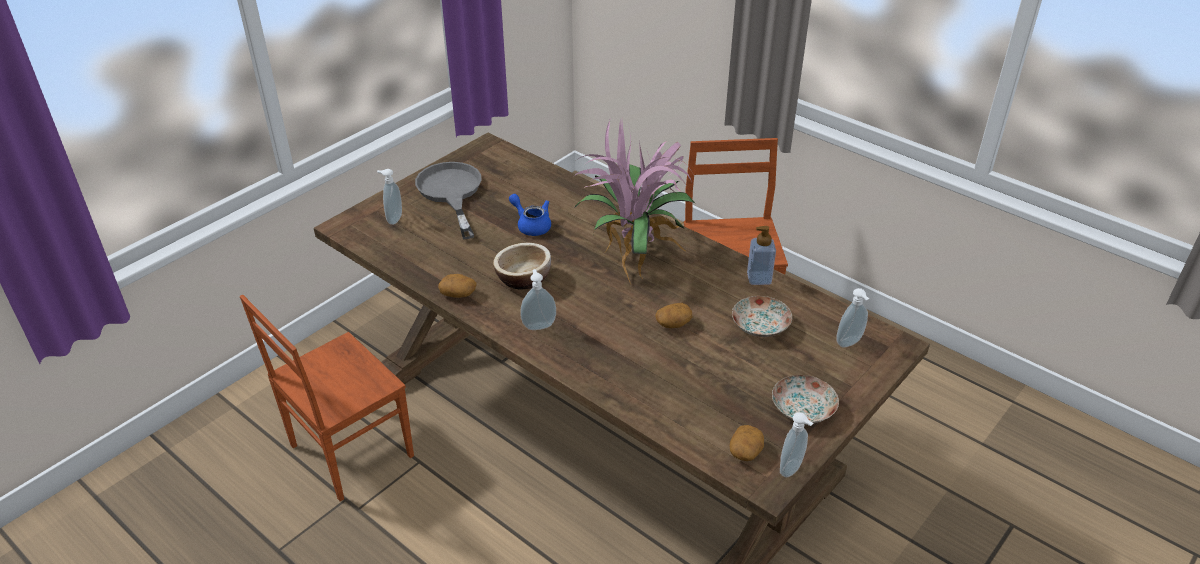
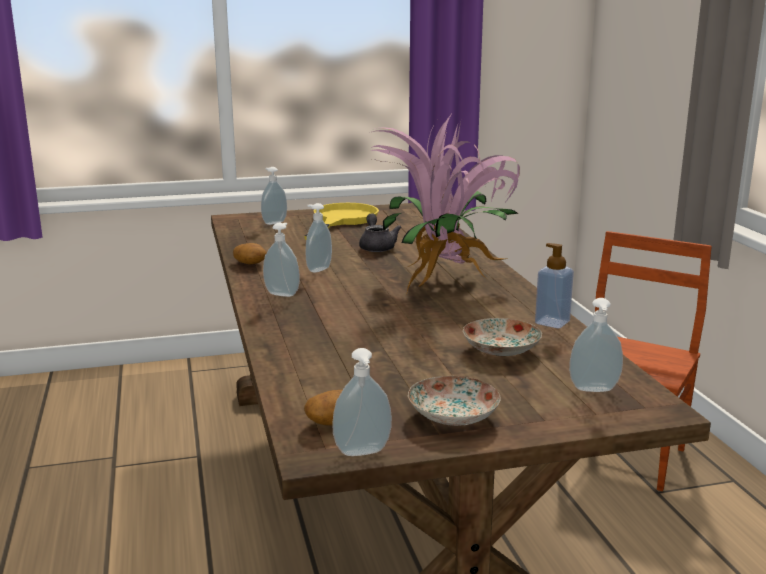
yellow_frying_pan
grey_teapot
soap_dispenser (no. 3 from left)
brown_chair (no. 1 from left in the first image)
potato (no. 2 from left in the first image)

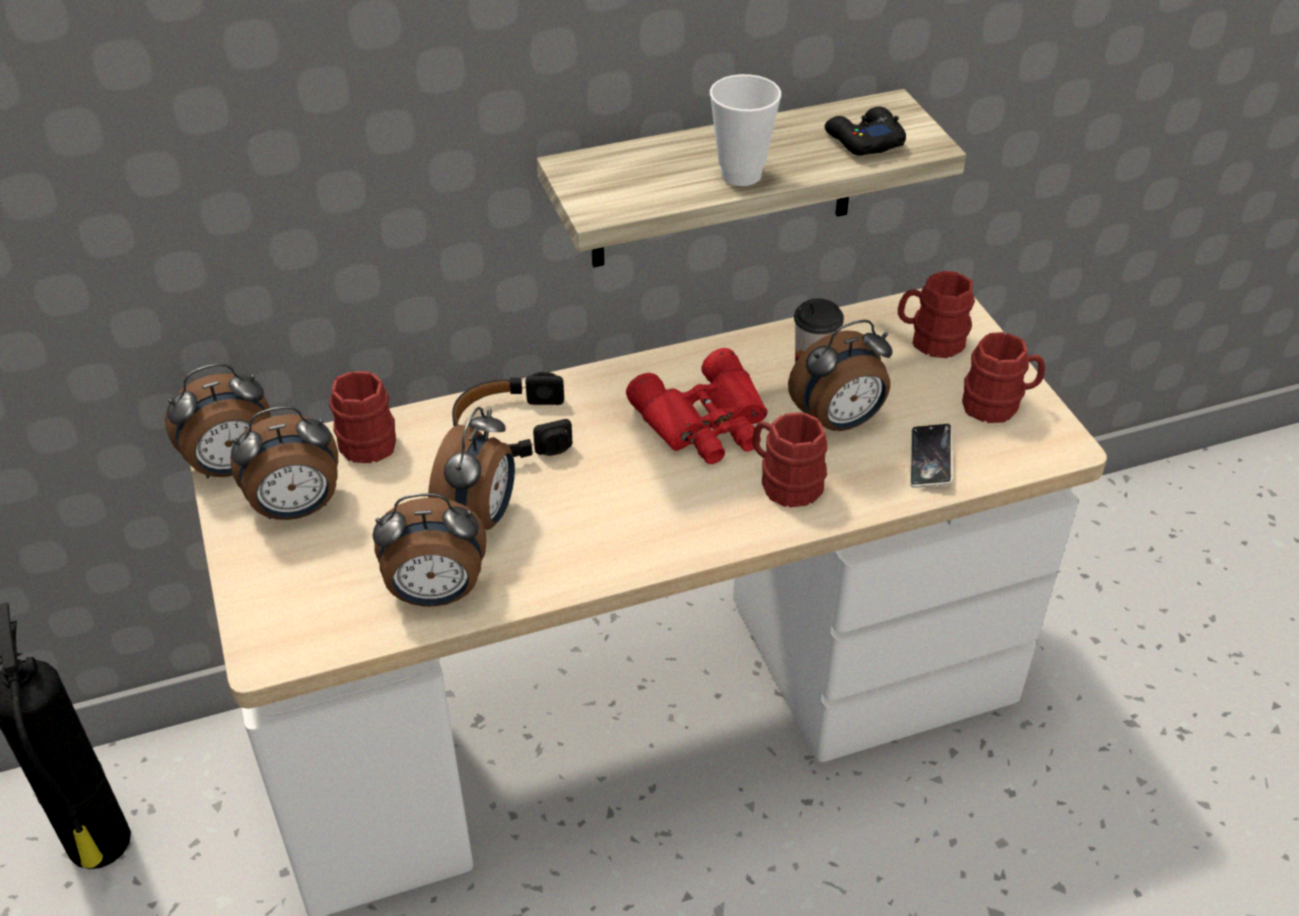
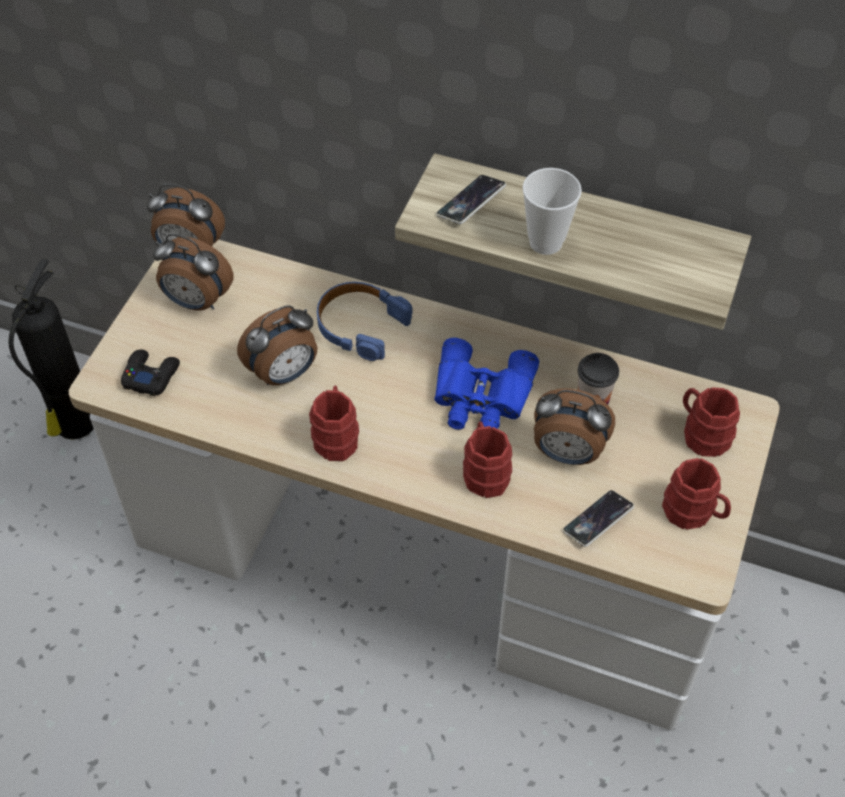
black_game_controller
blue_binoculars
red_mug (no. 1 from left)
blue_headphones
alarm_clock (no. 3 from left in the first image)
phone (no. 1 from left)

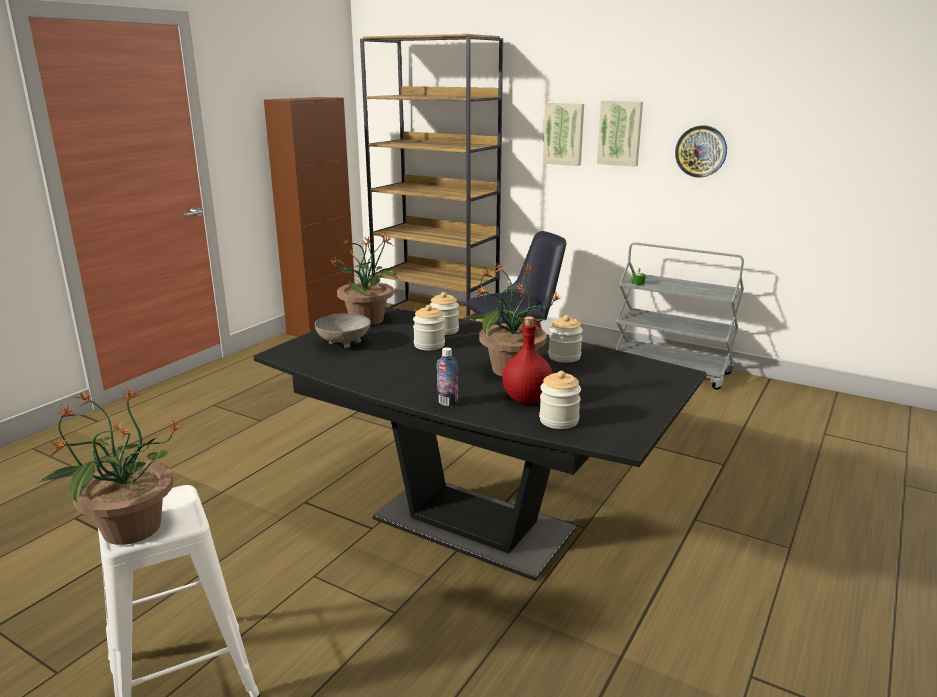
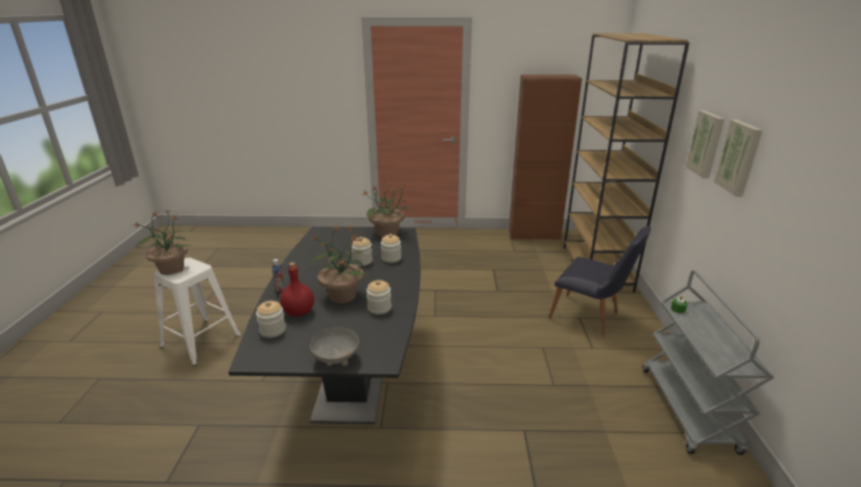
wall_clock
grey_bowl

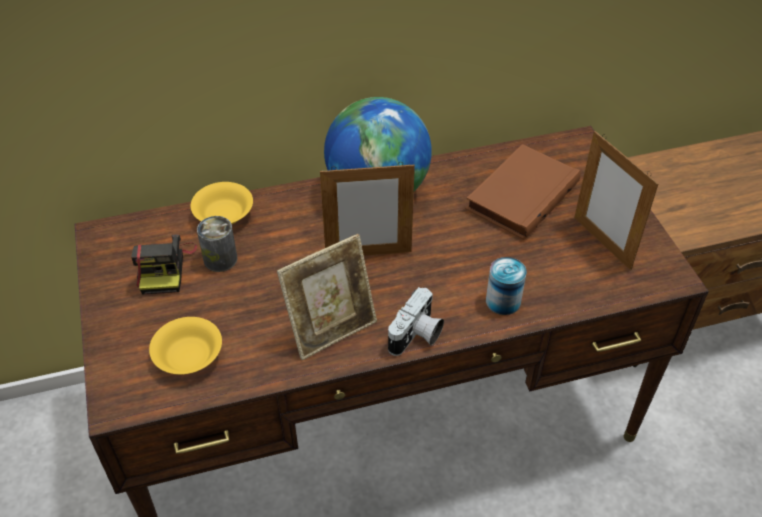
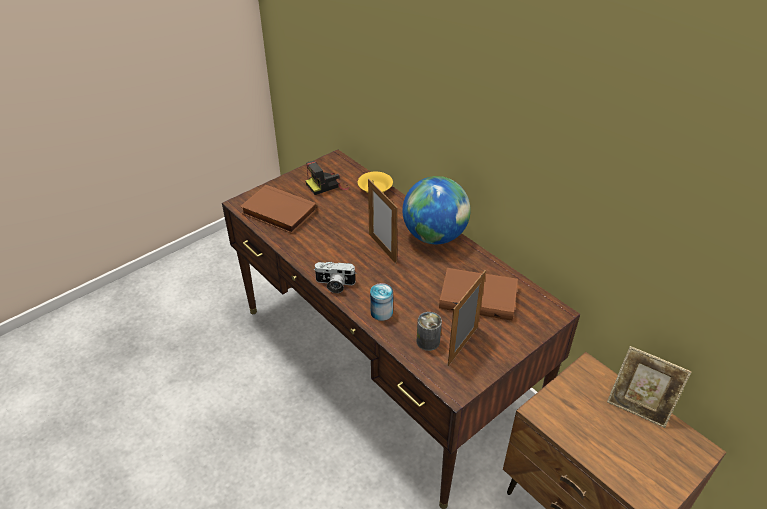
can (no. 2 from left)
picture_frame (no. 3 from left)
brown_book (no. 1 from left)

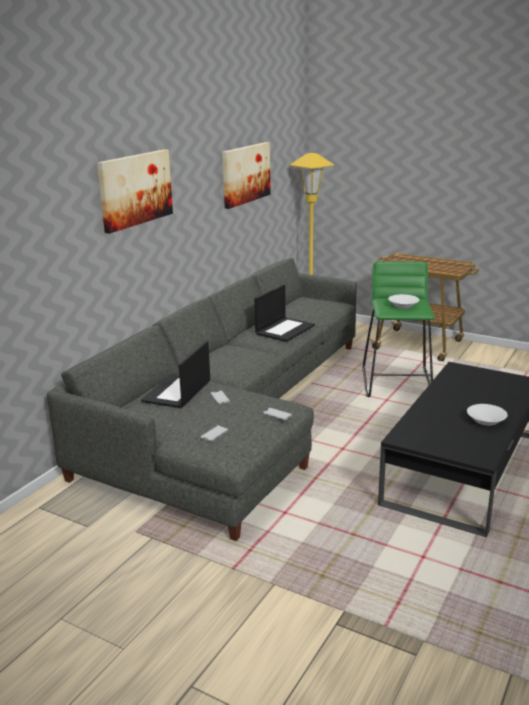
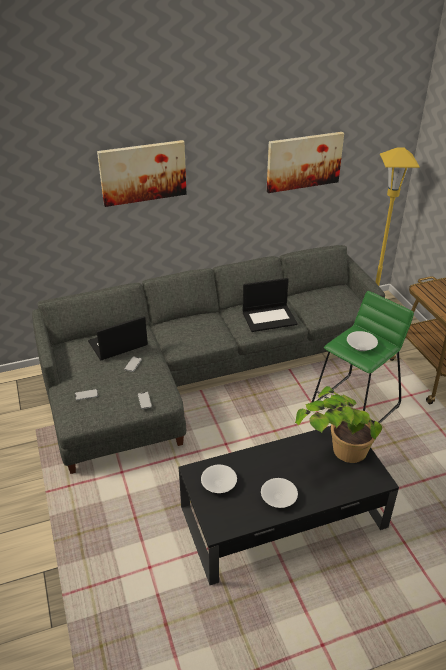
potted_plant
white_bowl (no. 1 from left)

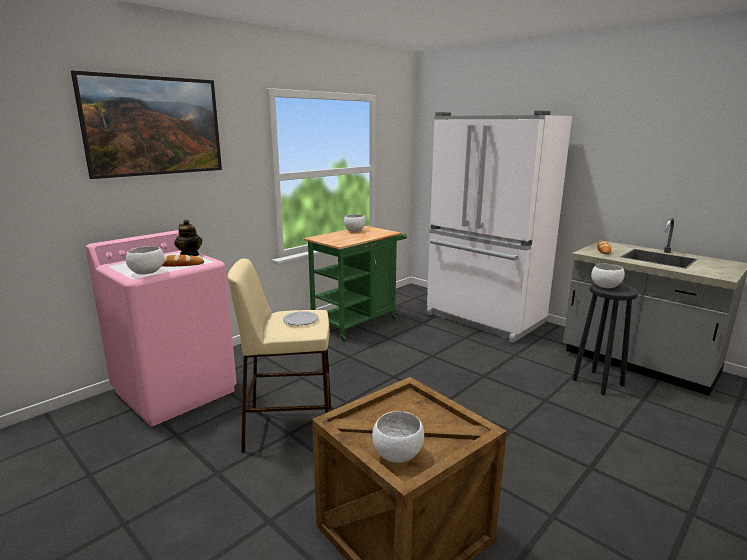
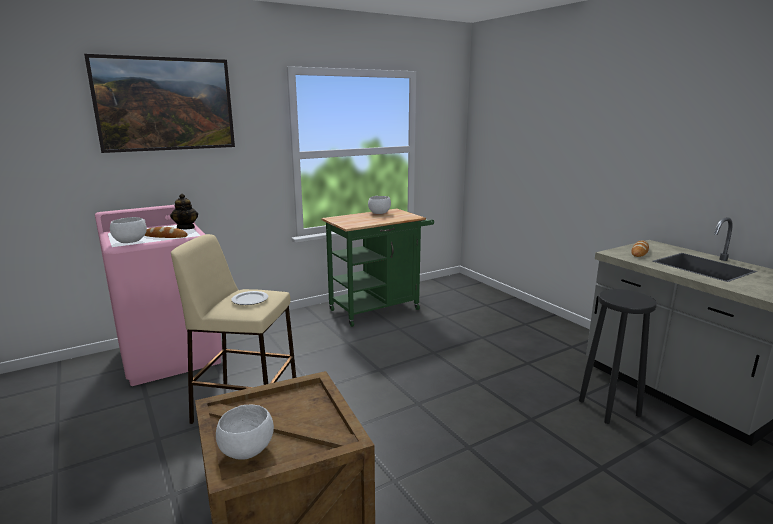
white_fridge
white_bowl (no. 4 from left in the first image)

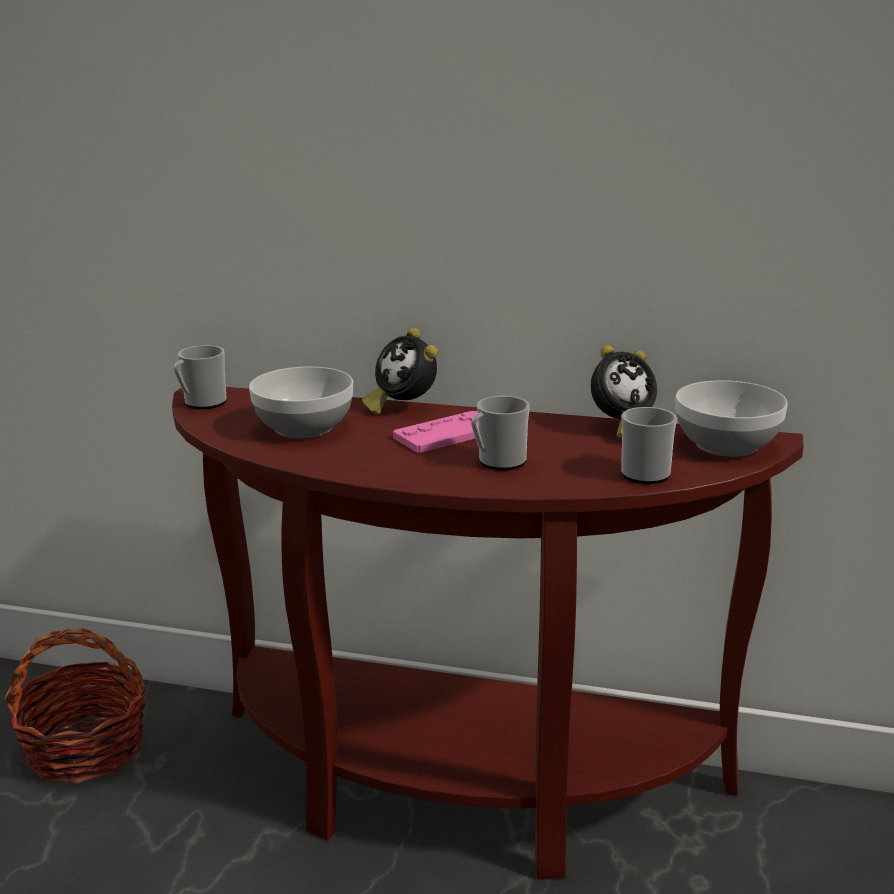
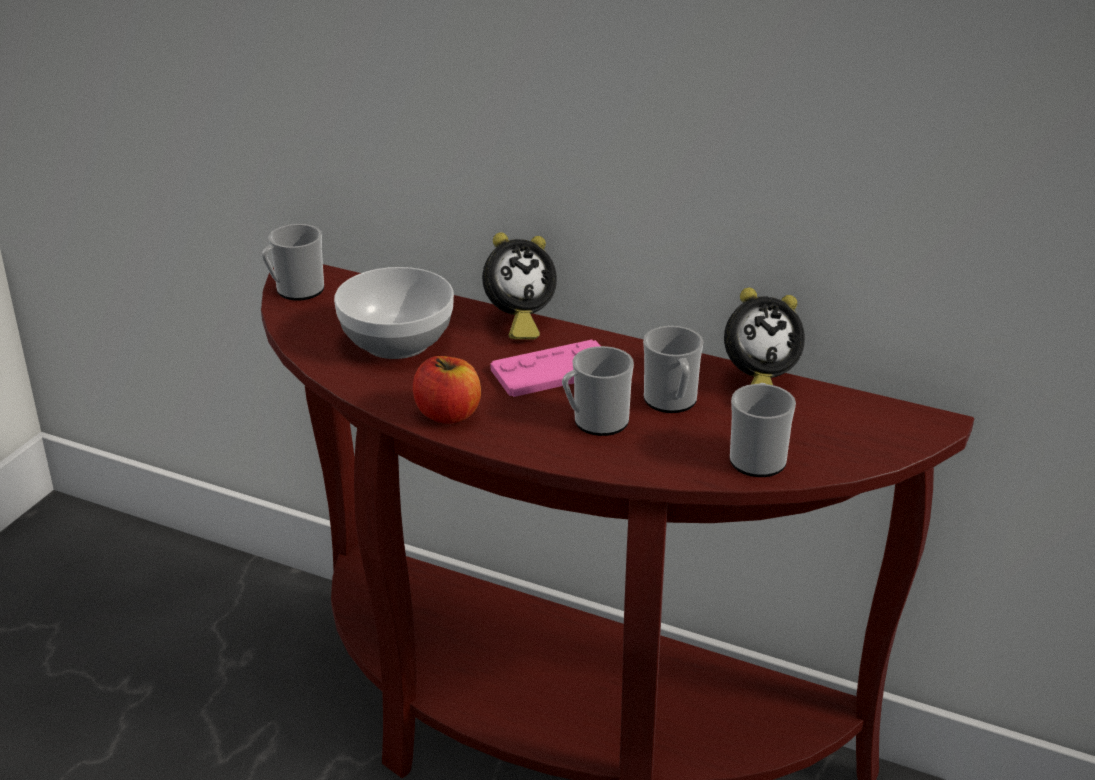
alarm_clock (no. 1 from left)
bowl (no. 2 from left in the first image)
basket
mug (no. 3 from left)
apple

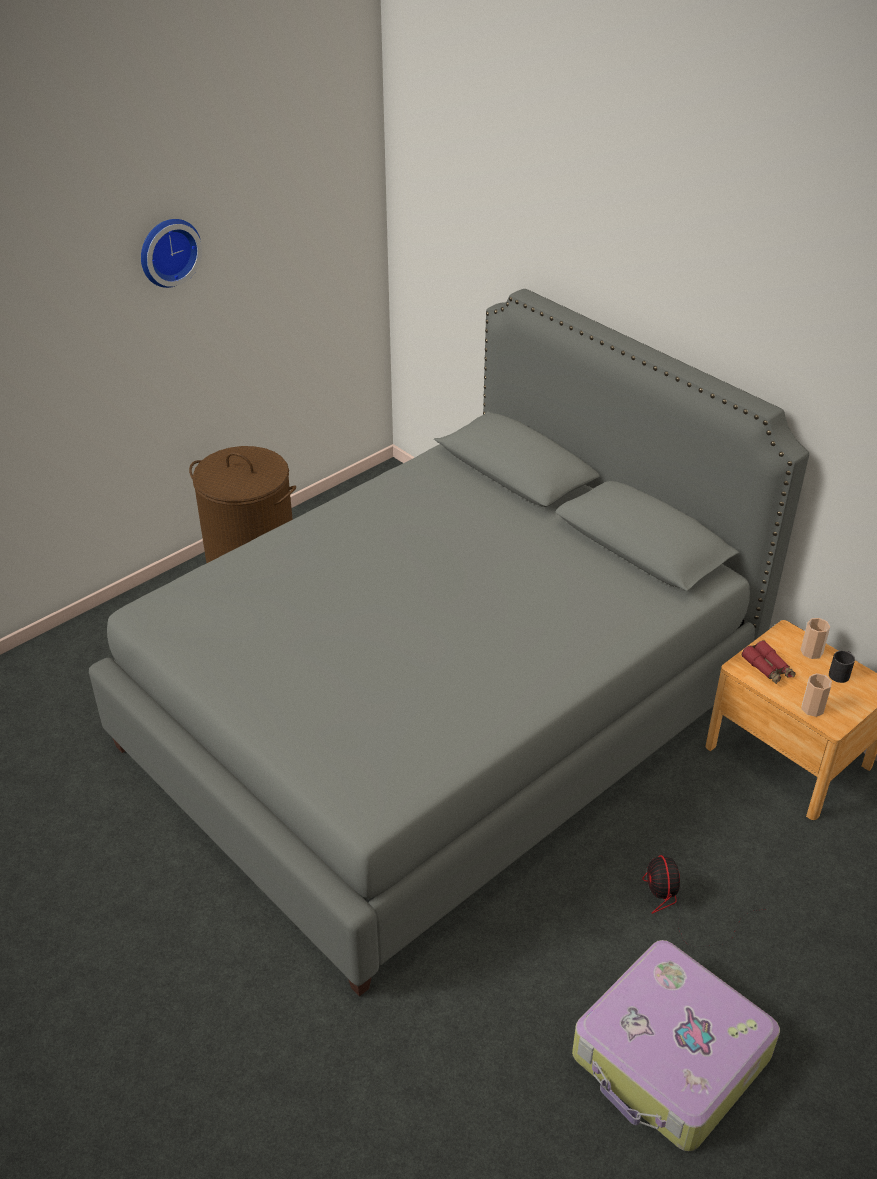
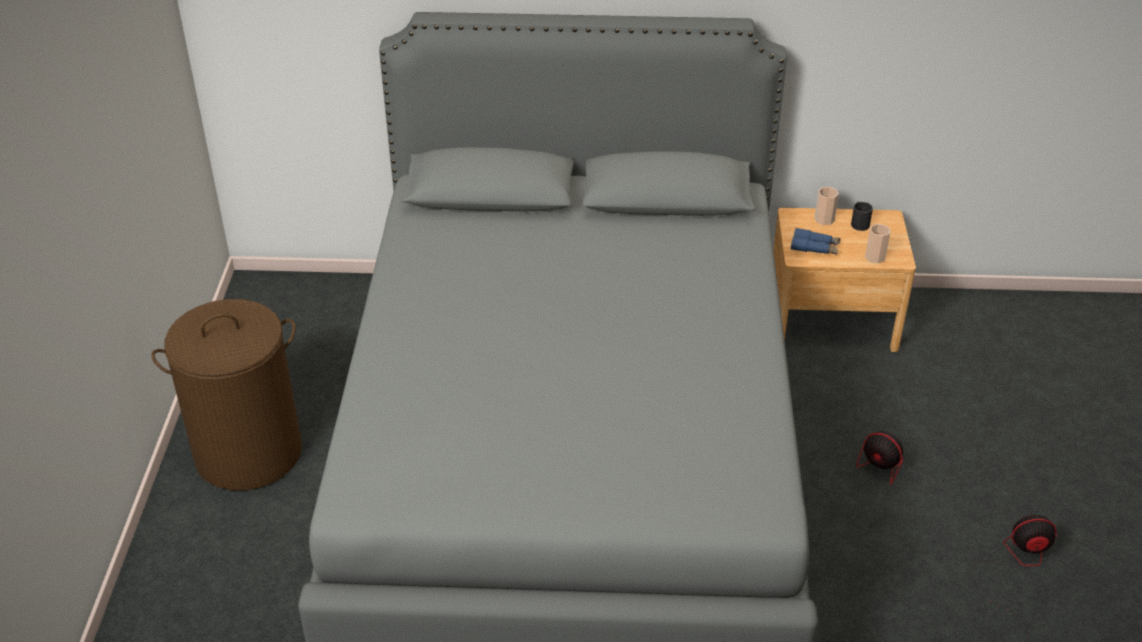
wall_clock
blue_binoculars
fan (no. 2 from left)

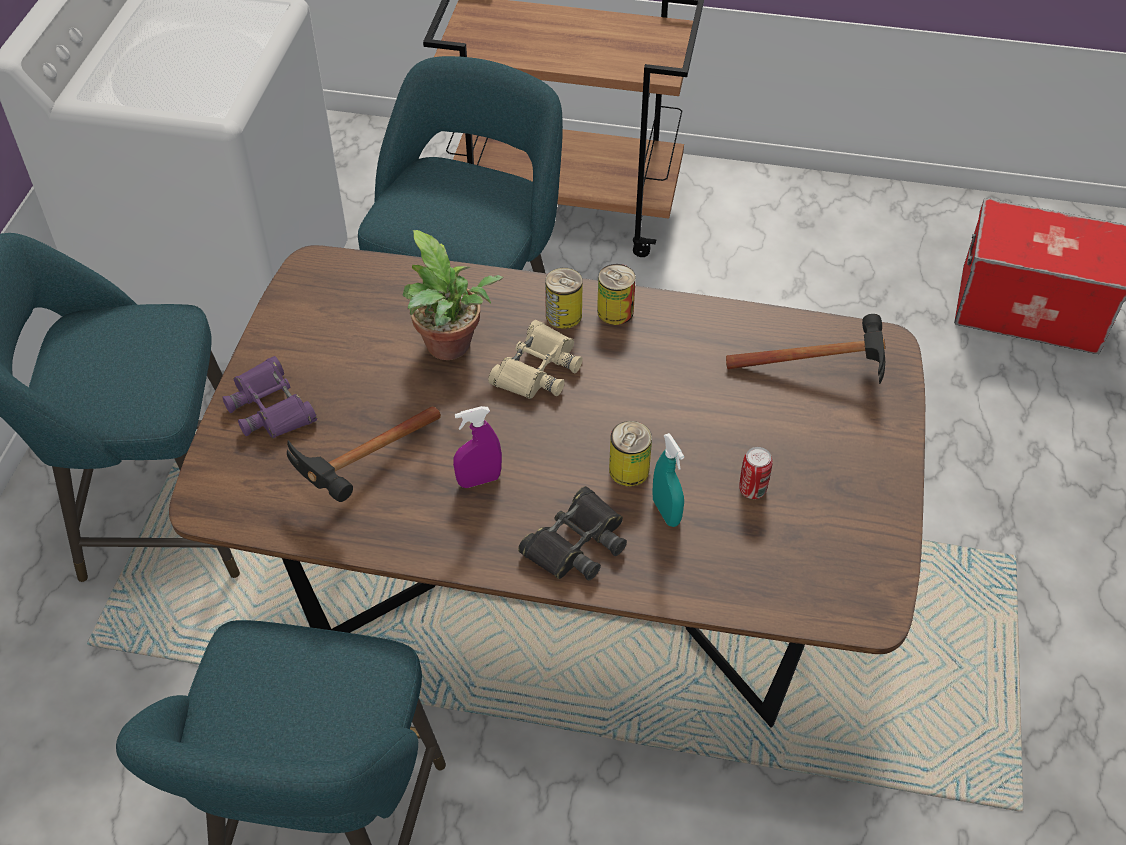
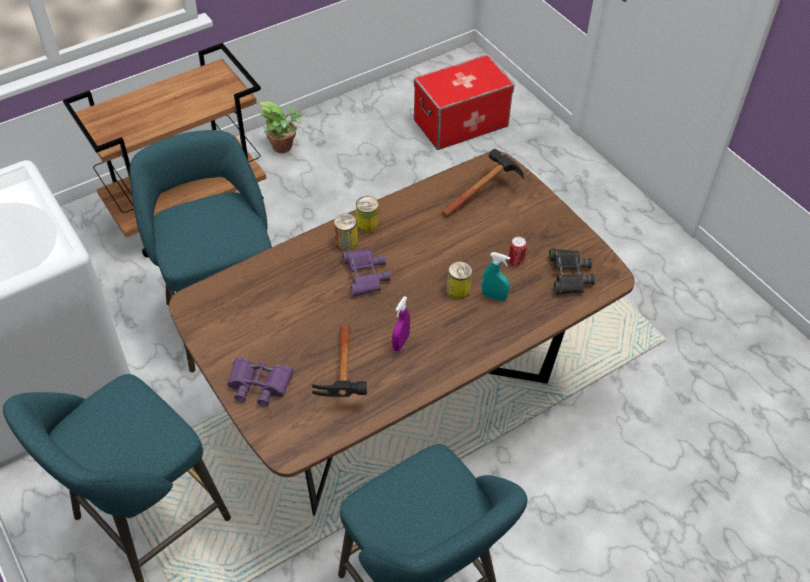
potted_plant
purple_binoculars (no. 2 from left)
black_binoculars

